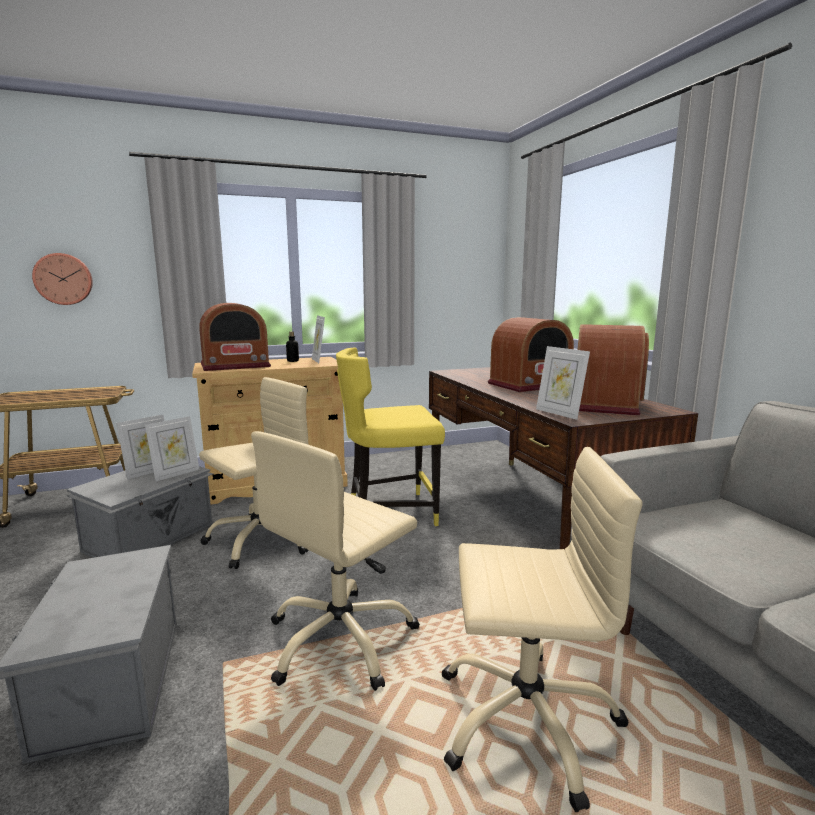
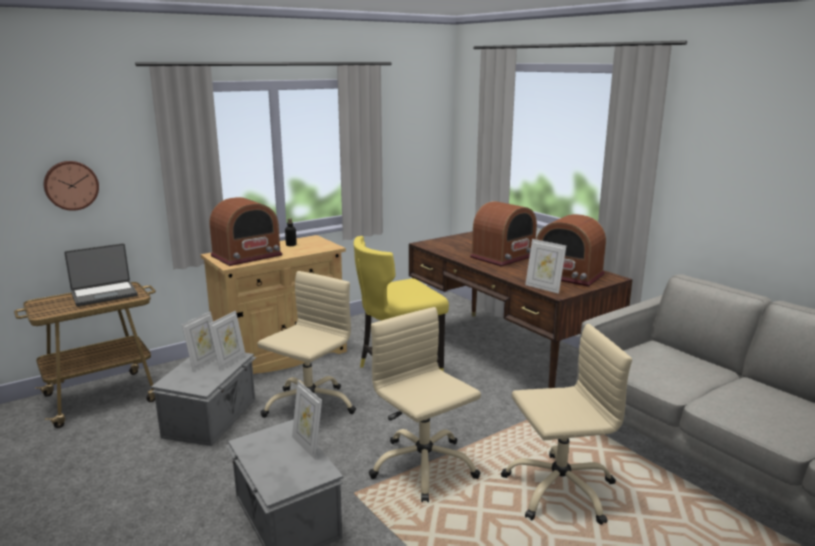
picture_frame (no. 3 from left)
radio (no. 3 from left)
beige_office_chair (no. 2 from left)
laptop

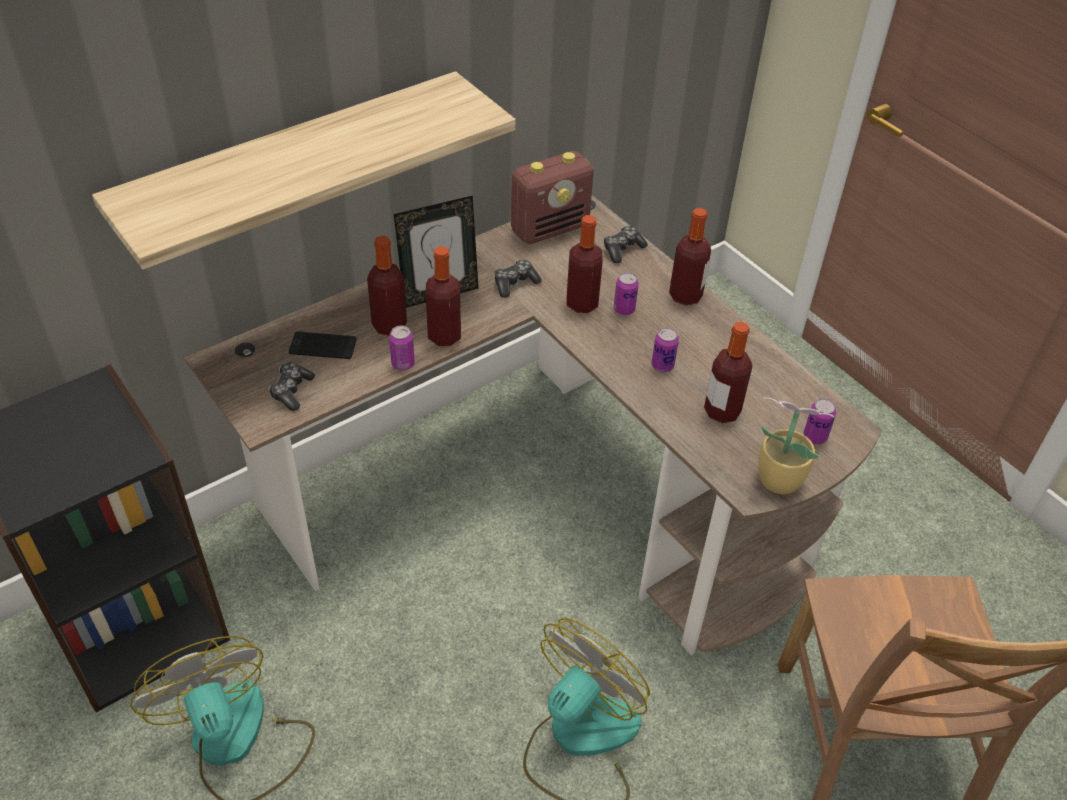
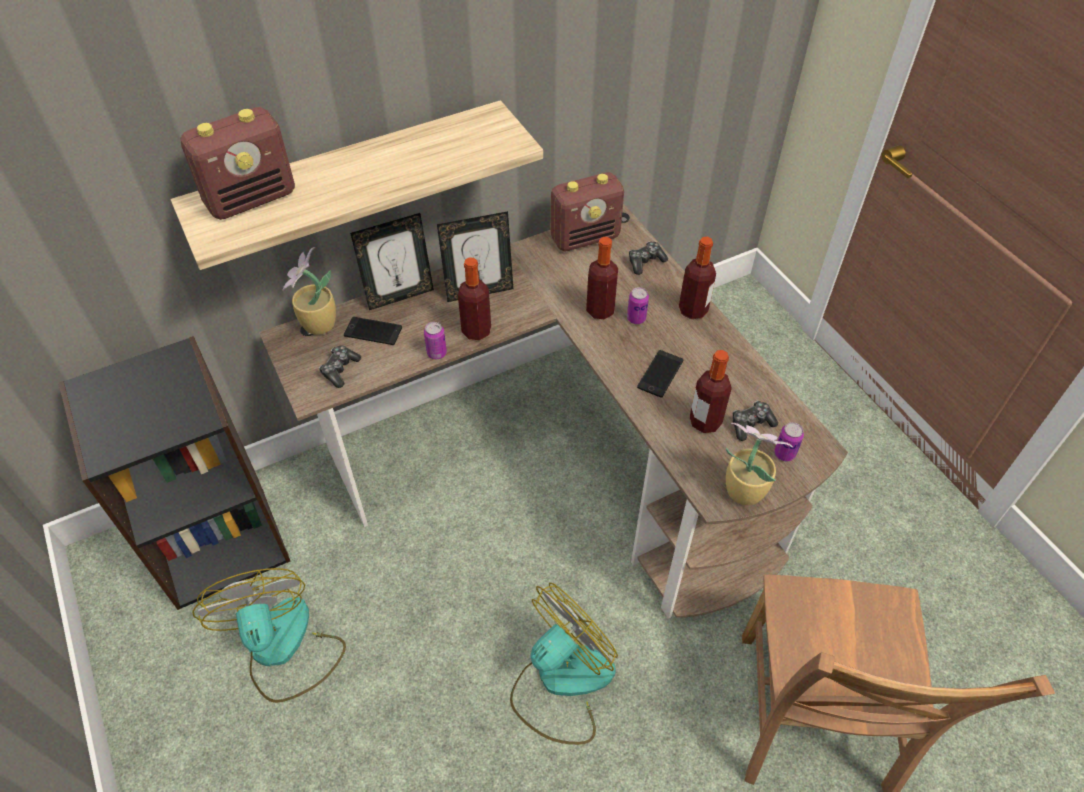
bottle (no. 1 from left in the first image)
game_controller (no. 3 from left)
phone (no. 2 from left)
radio (no. 1 from left)
picture_frame (no. 1 from left)
potted_plant (no. 1 from left)

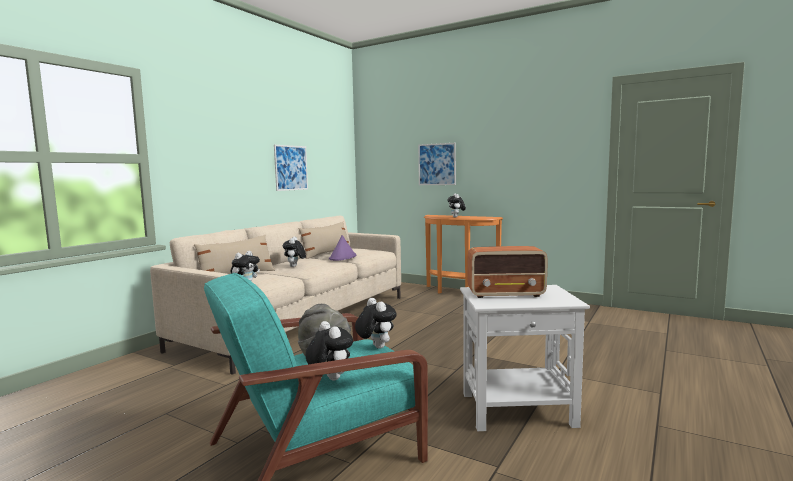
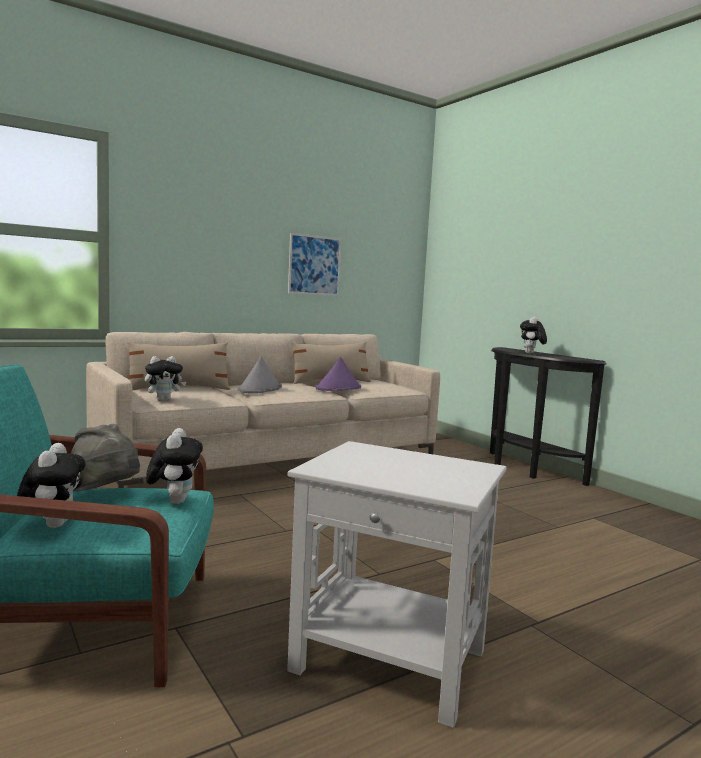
picture (no. 2 from left in the first image)
black_console_table
grey_hat (no. 2 from left)
radio

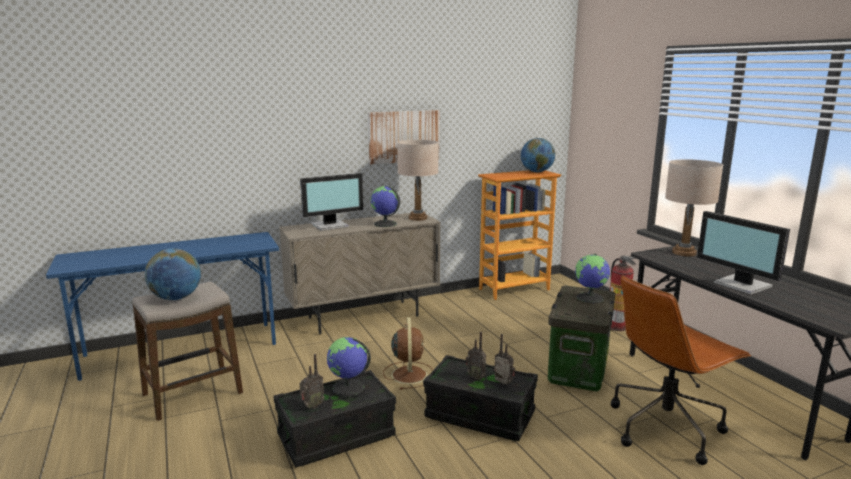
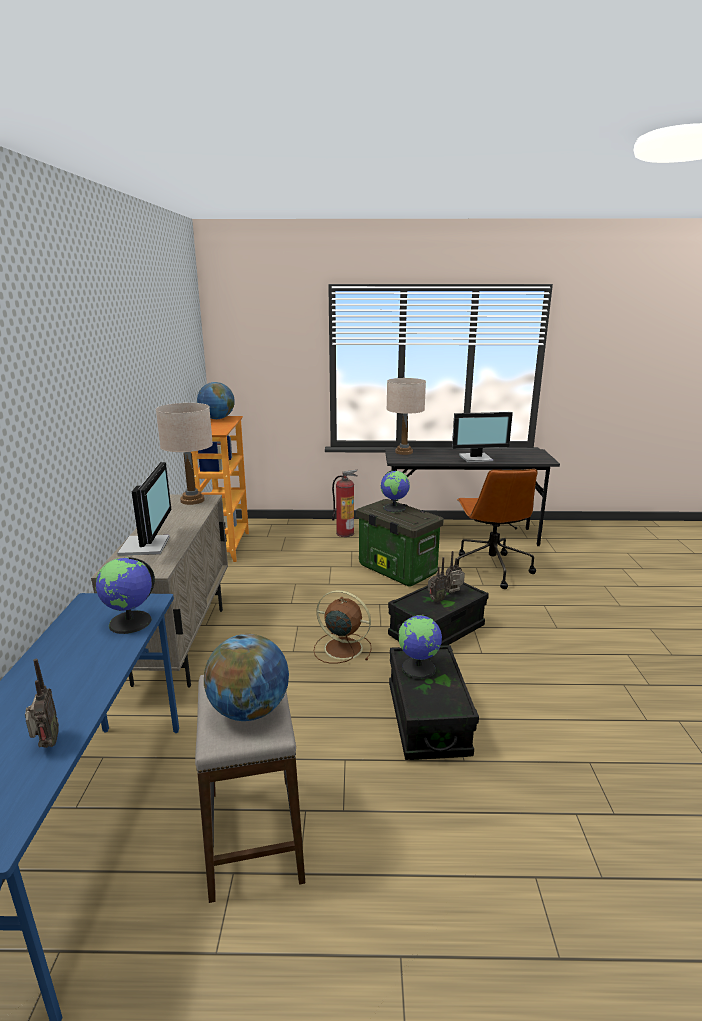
picture
globe (no. 1 from left)
radio (no. 1 from left)

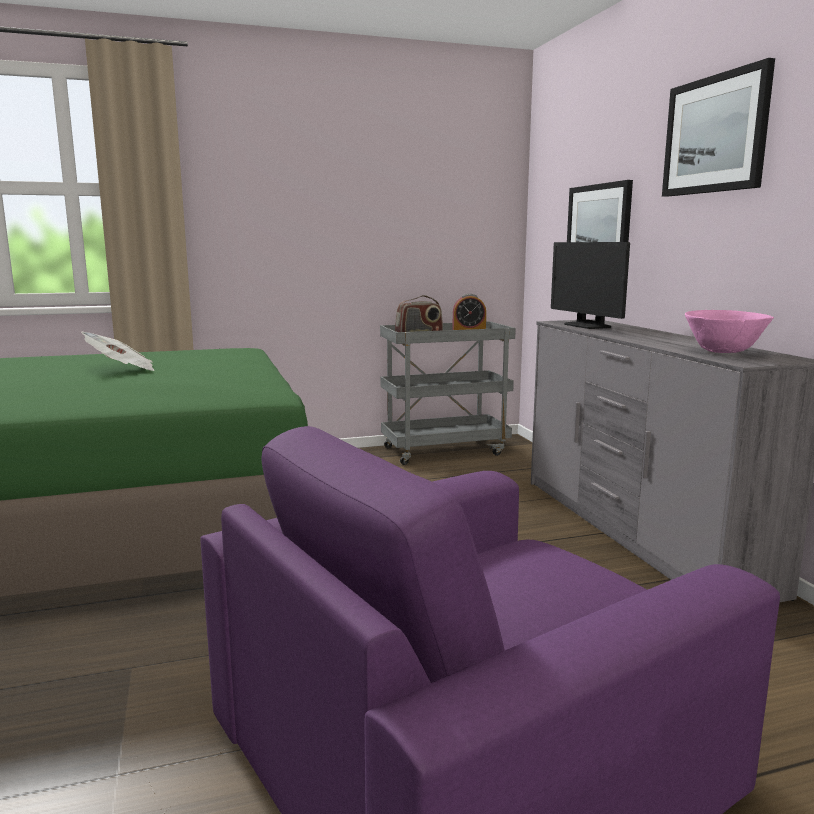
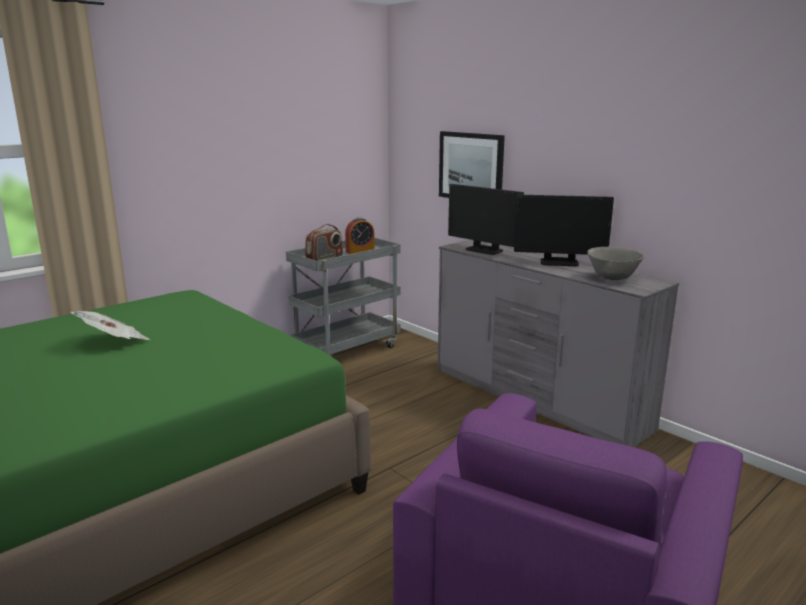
picture (no. 2 from left in the first image)
grey_bowl
monitor (no. 2 from left)

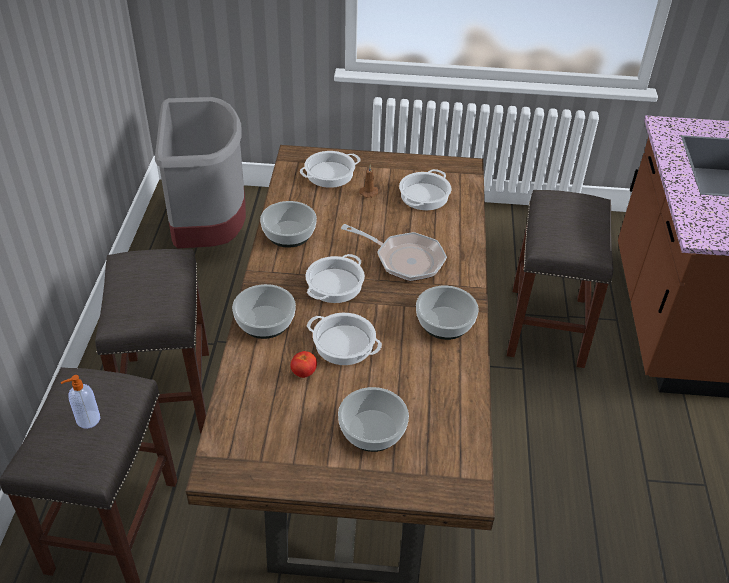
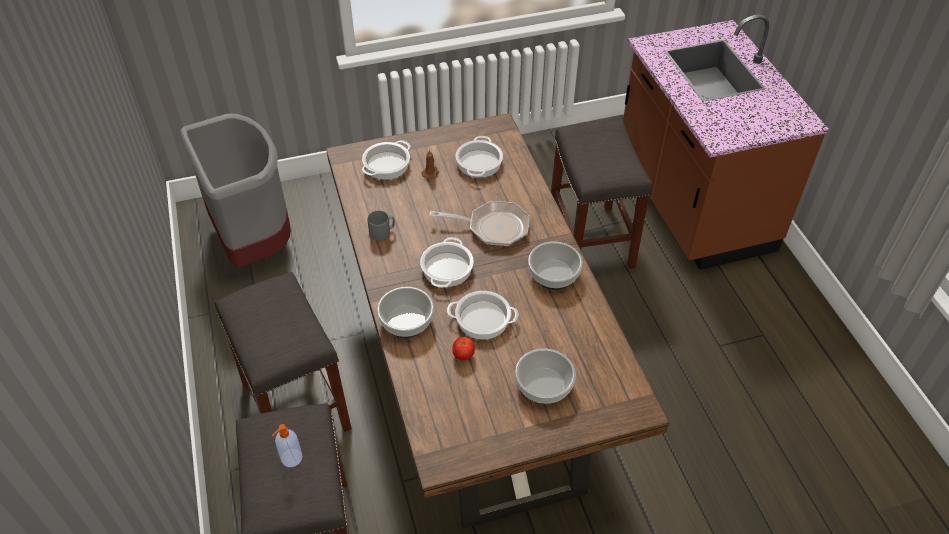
grey_mug

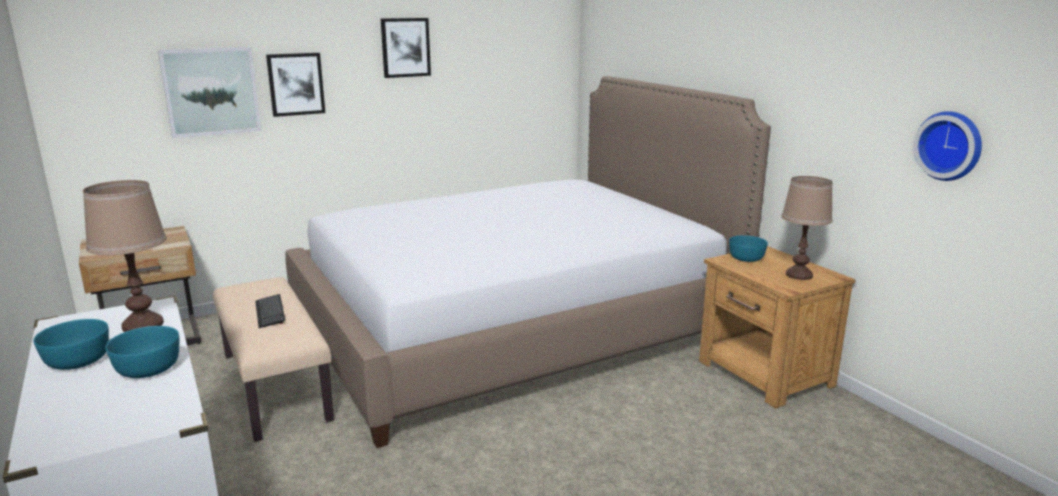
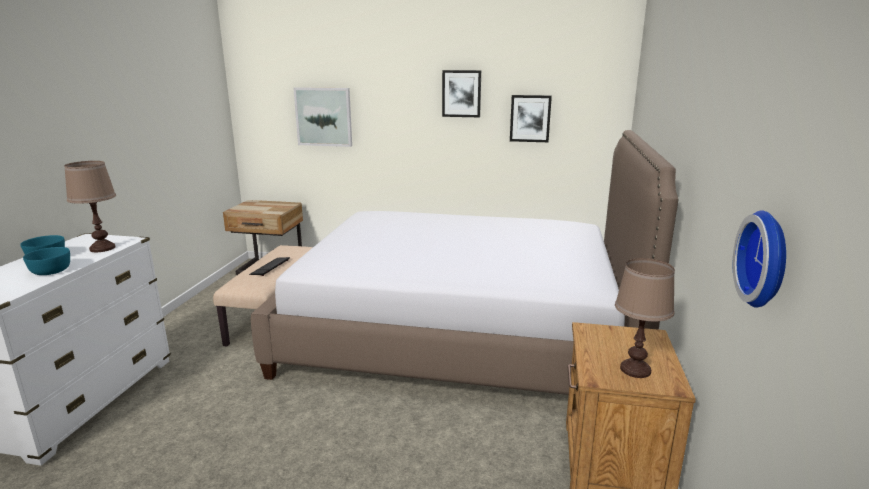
picture (no. 3 from left)
turquoise_bowl (no. 3 from left in the first image)

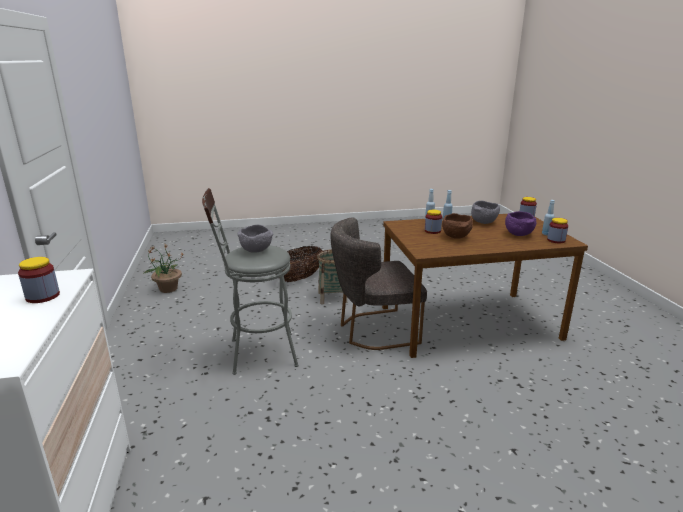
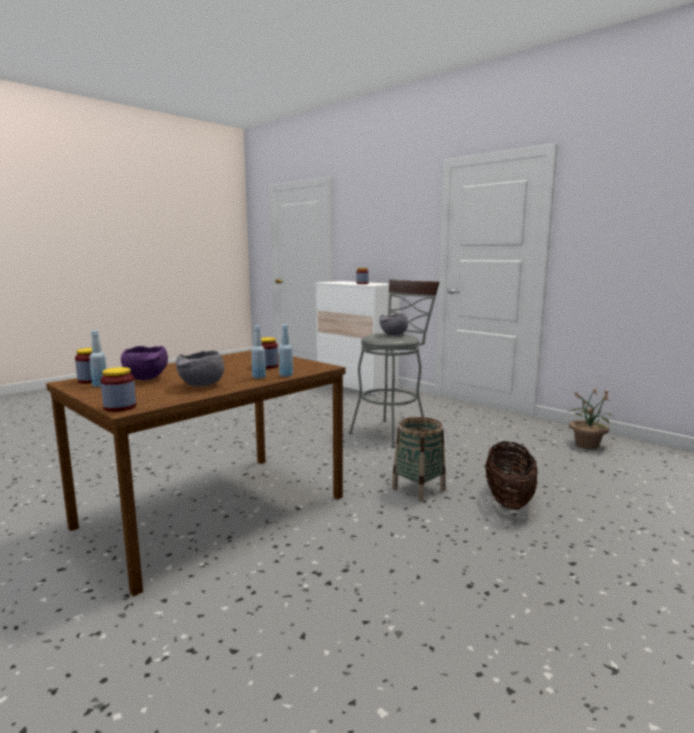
brown_bowl
grey_chair

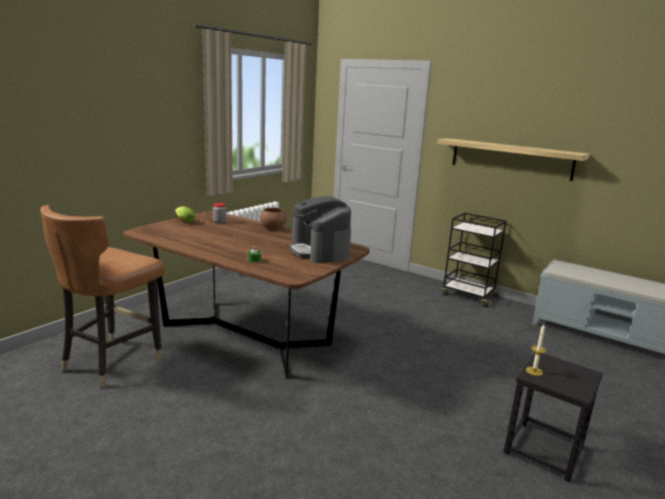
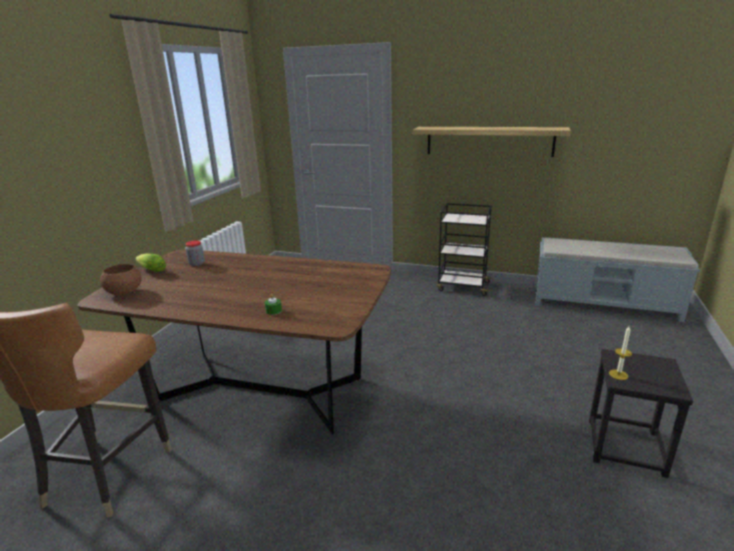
coffee_machine
brown_bowl

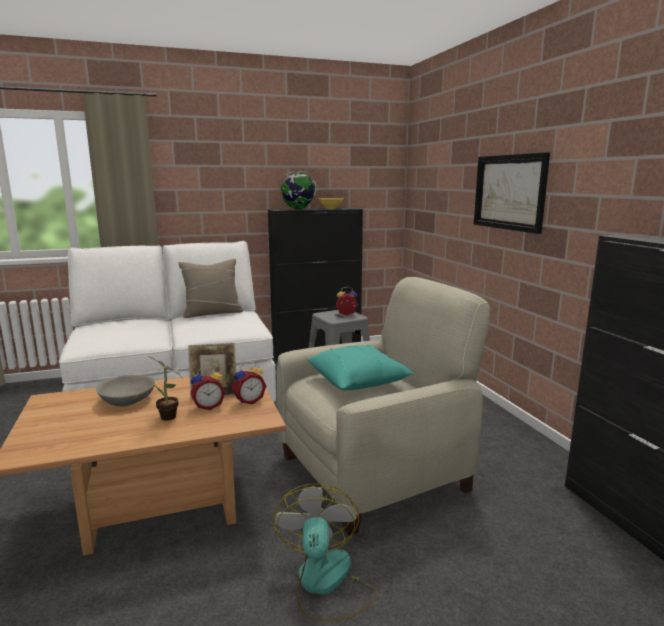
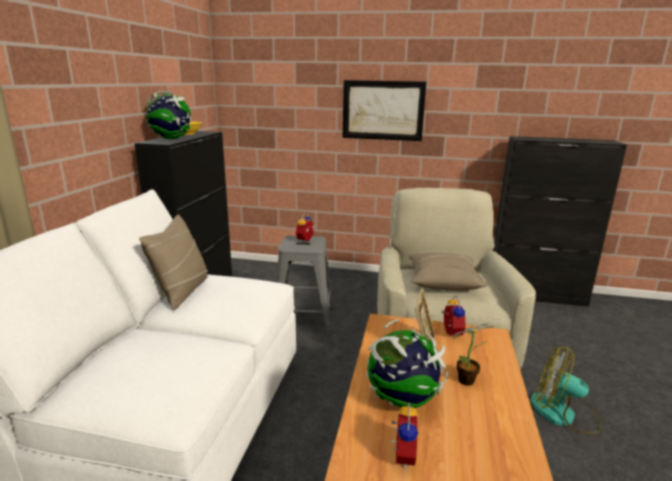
beige_pillow (no. 2 from left)
alarm_clock (no. 2 from left)
globe (no. 2 from left)

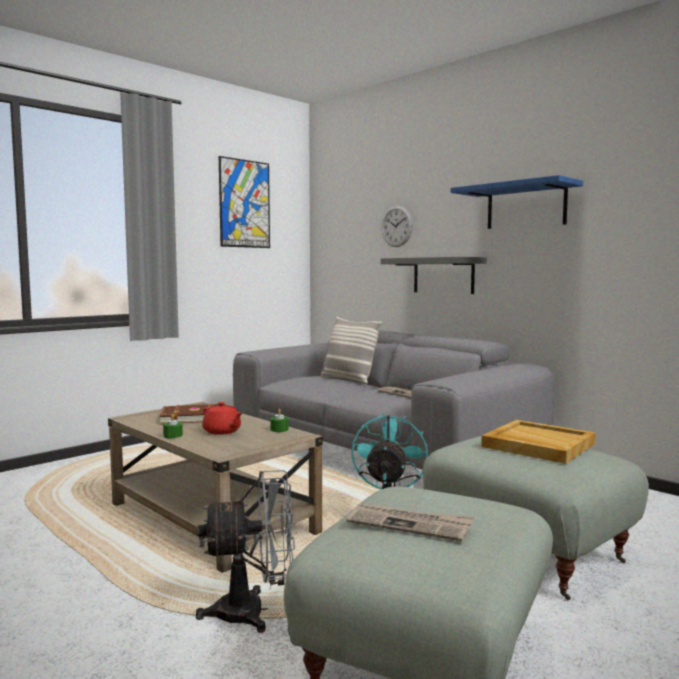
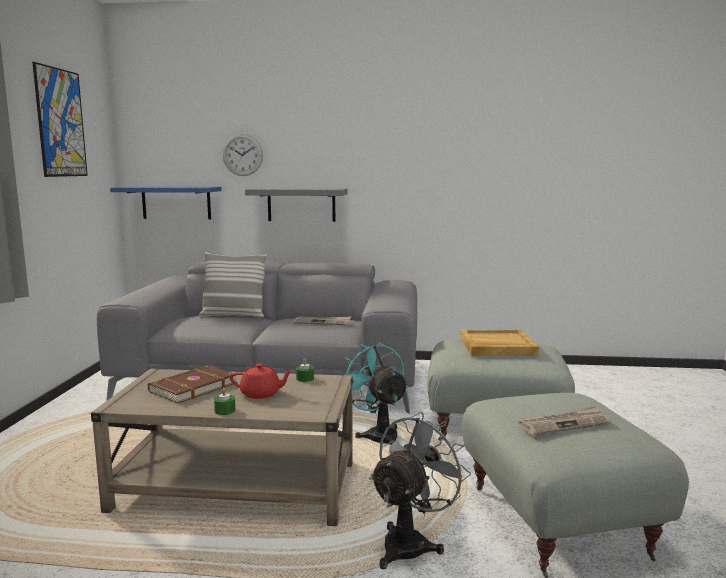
blue_shelf

